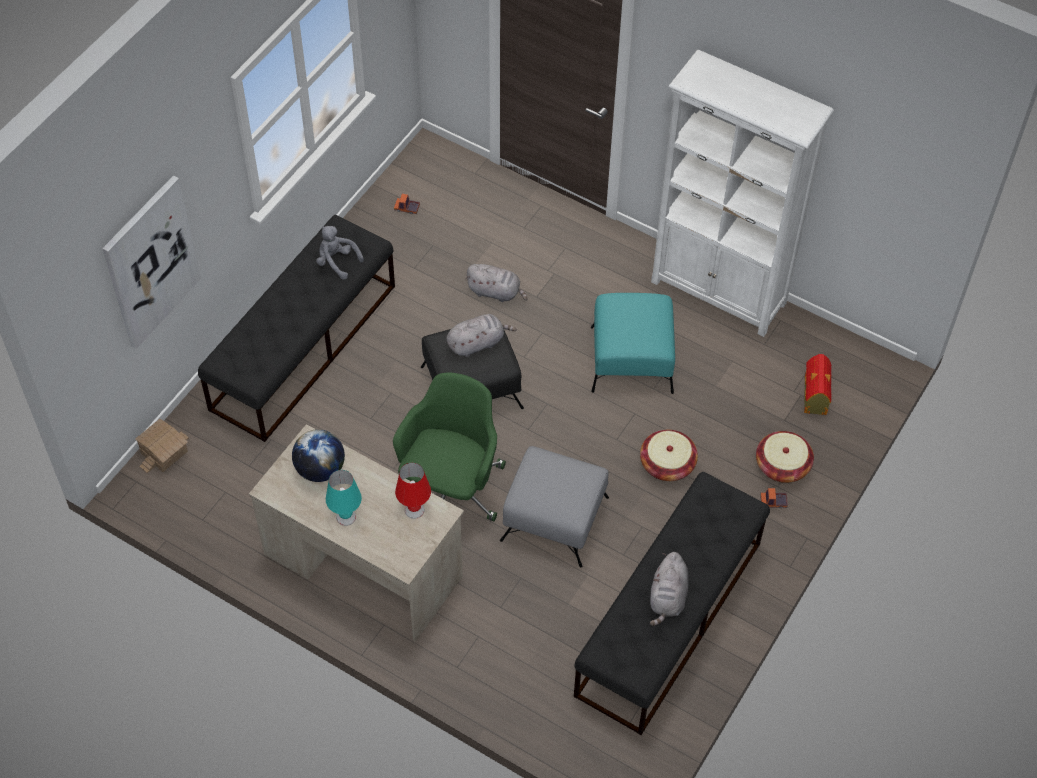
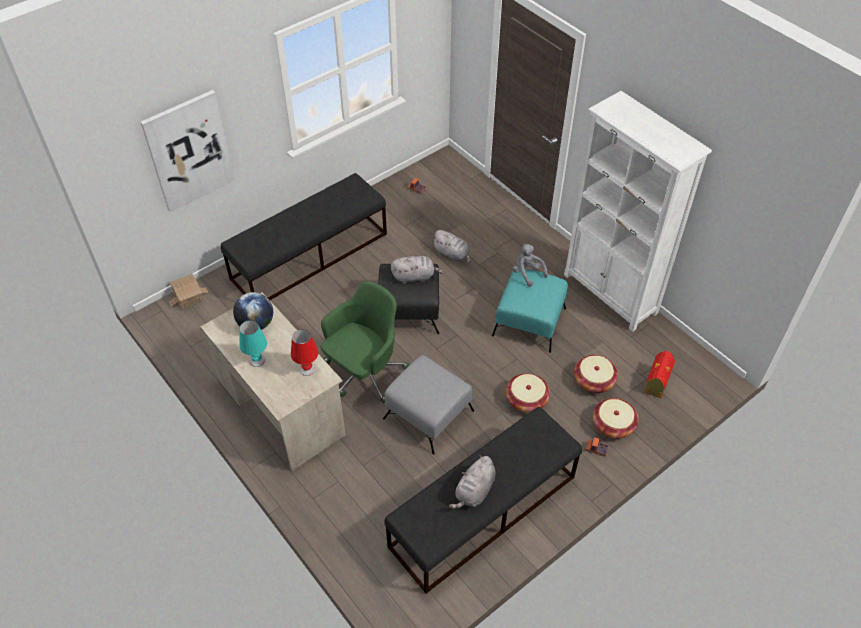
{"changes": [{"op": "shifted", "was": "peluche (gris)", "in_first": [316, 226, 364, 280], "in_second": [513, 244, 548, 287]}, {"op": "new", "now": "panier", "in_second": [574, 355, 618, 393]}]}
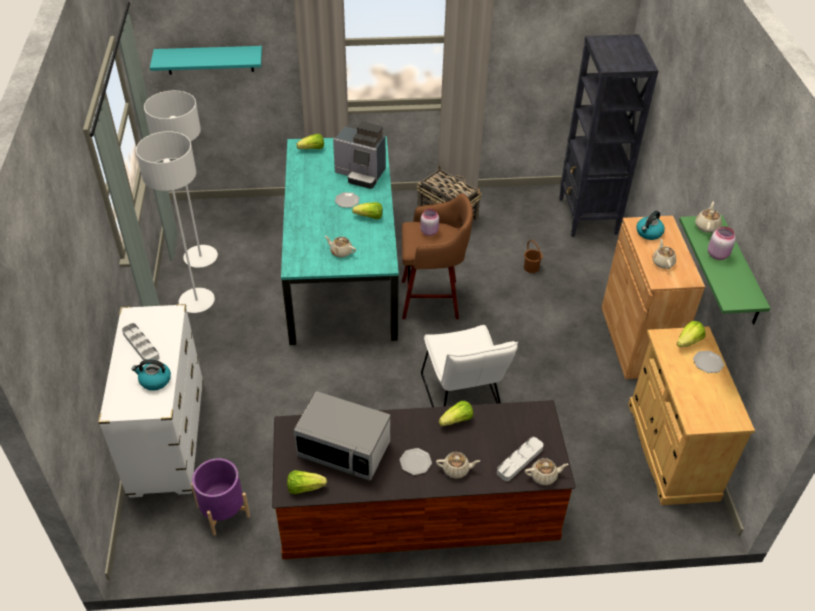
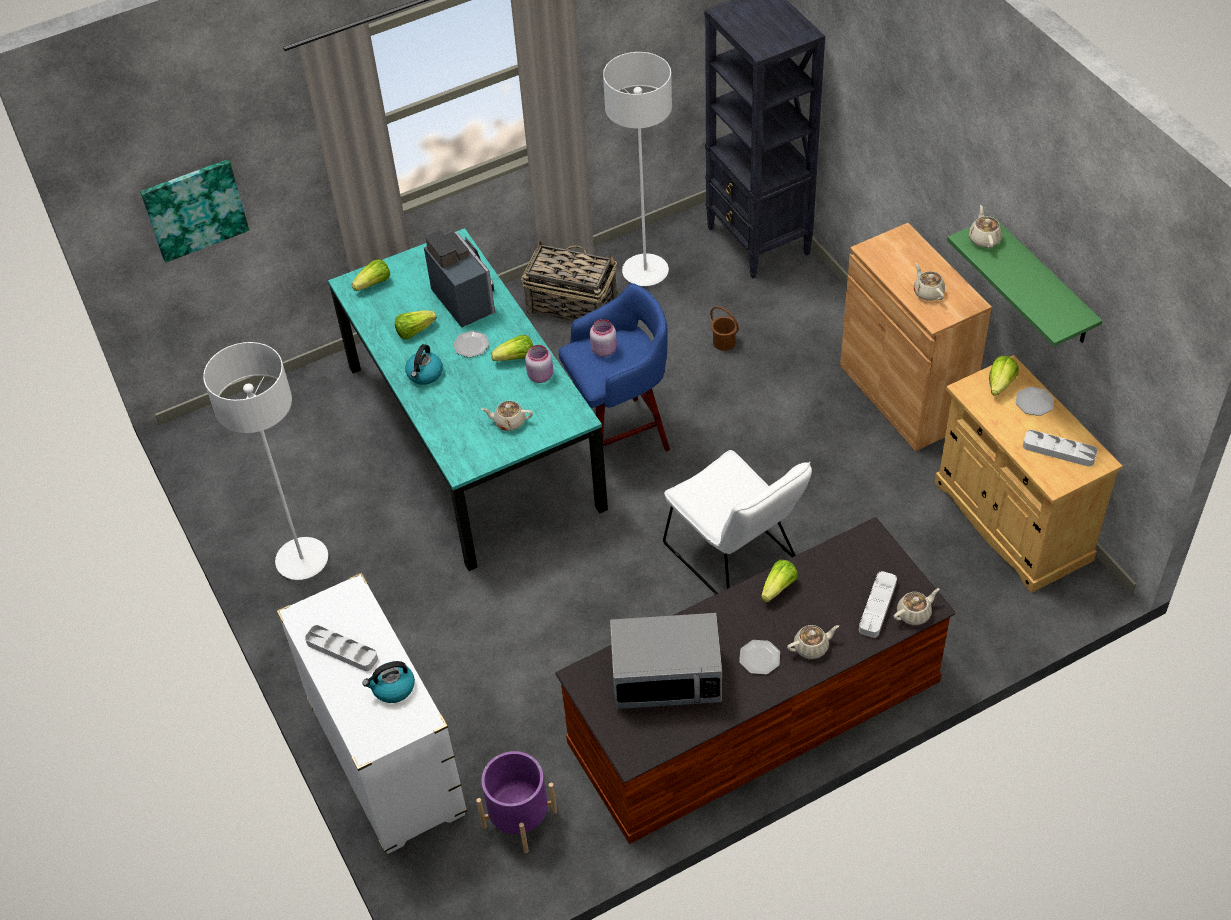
{"changes": [{"op": "swapped", "was": "étagère (turquoise)", "now": "tableau", "in_first": [150, 46, 262, 74], "in_second": [140, 159, 249, 263]}, {"op": "shifted", "was": "laitue", "in_first": [287, 470, 327, 494], "in_second": [395, 310, 437, 340]}, {"op": "shifted", "was": "bouilloire", "in_first": [636, 211, 665, 240], "in_second": [405, 344, 443, 385]}, {"op": "rotated", "was": "machine à café", "in_first": [333, 121, 386, 189], "in_second": [424, 230, 495, 327], "clockwise": -120}, {"op": "shifted", "was": "bocal (rose)", "in_first": [708, 226, 736, 260], "in_second": [525, 345, 553, 383]}, {"op": "repainted", "was": "tabouret (marron)", "now": "tabouret (bleu)", "in_first": [402, 193, 473, 319], "in_second": [558, 283, 670, 452]}, {"op": "shifted", "was": "lampadaire (blanc)", "in_first": [144, 91, 218, 268], "in_second": [603, 52, 672, 286]}, {"op": "new", "now": "plateau (gris)", "in_second": [1023, 430, 1098, 467]}]}
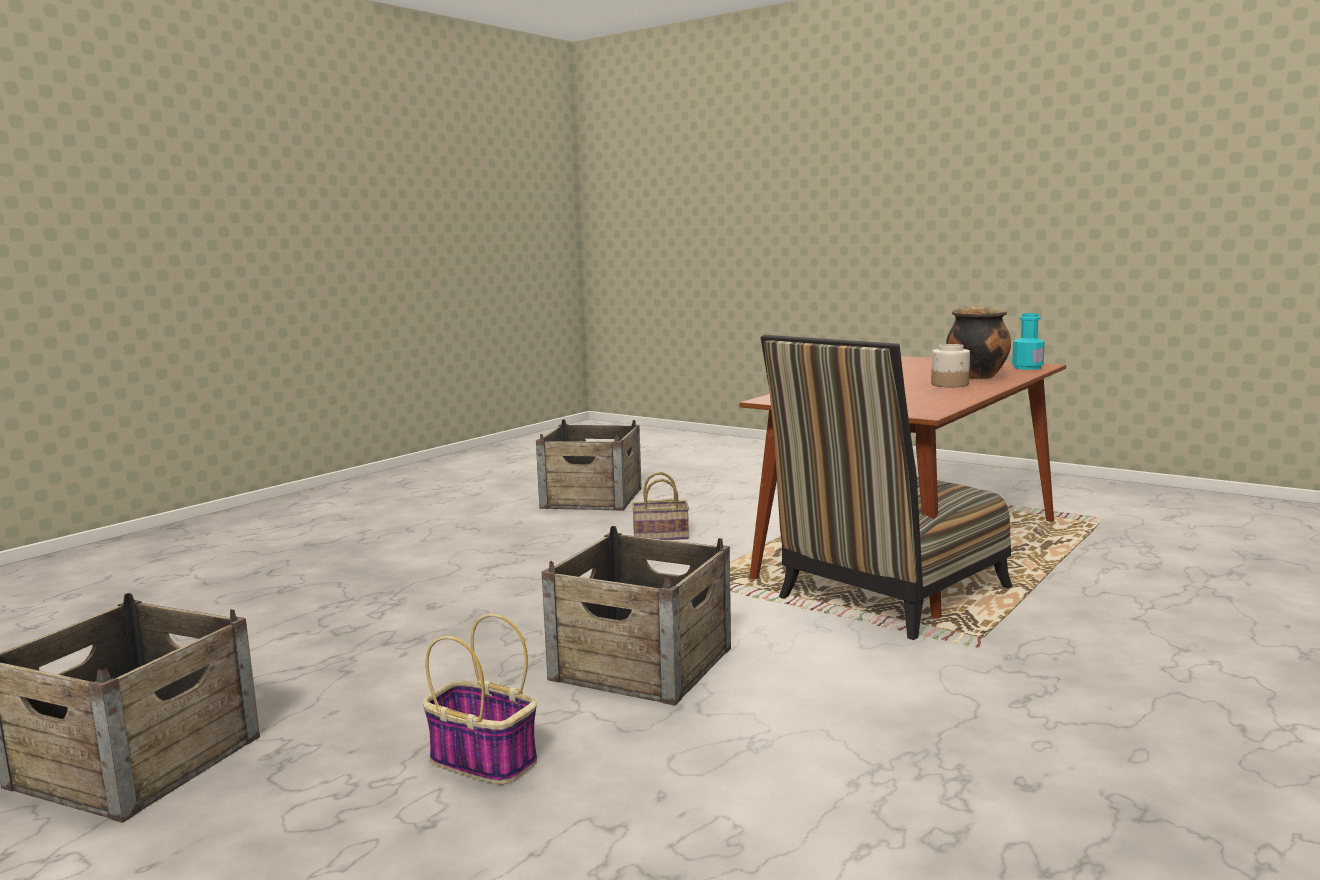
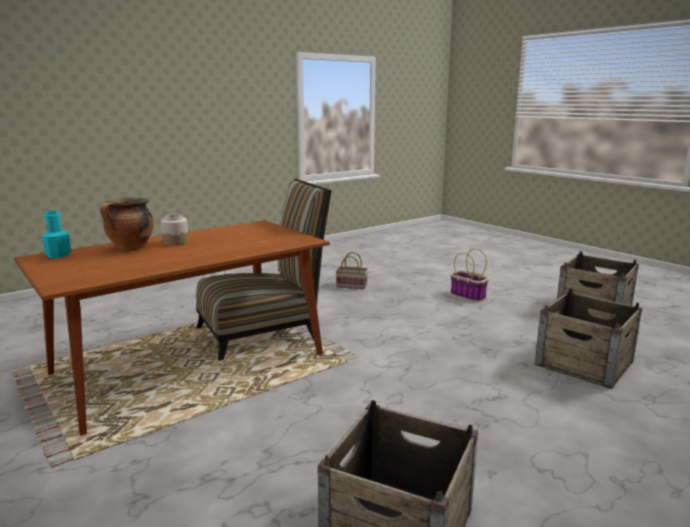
{"changes": [{"op": "shifted", "was": "panier", "in_first": [632, 472, 689, 540], "in_second": [336, 252, 368, 289]}, {"op": "shifted", "was": "caisse", "in_first": [542, 526, 731, 706], "in_second": [535, 288, 642, 389]}]}
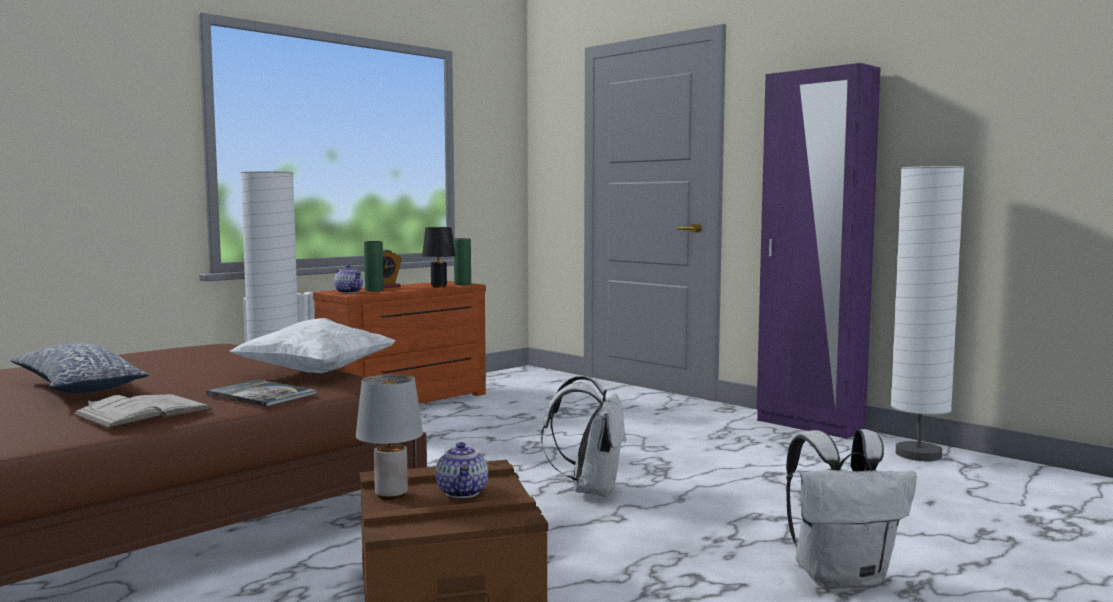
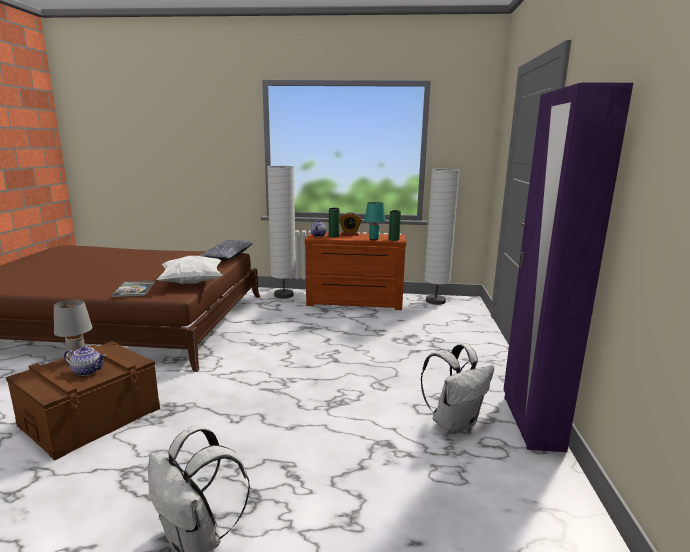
{"changes": [{"op": "rotated", "was": "théière", "in_first": [436, 442, 488, 498], "in_second": [64, 346, 106, 376], "clockwise": -120}, {"op": "shifted", "was": "coussin", "in_first": [11, 343, 149, 393], "in_second": [199, 240, 254, 260]}, {"op": "repainted", "was": "lampe de table (noir)", "now": "lampe de table (turquoise)", "in_first": [422, 227, 456, 288], "in_second": [365, 202, 385, 240]}, {"op": "shifted", "was": "sac à dos (blanc)", "in_first": [541, 375, 627, 497], "in_second": [420, 344, 494, 434]}, {"op": "shifted", "was": "lampadaire (blanc)", "in_first": [891, 166, 965, 461], "in_second": [424, 169, 460, 305]}, {"op": "gone", "was": "livre (blanc)", "in_first": [72, 394, 213, 428]}]}
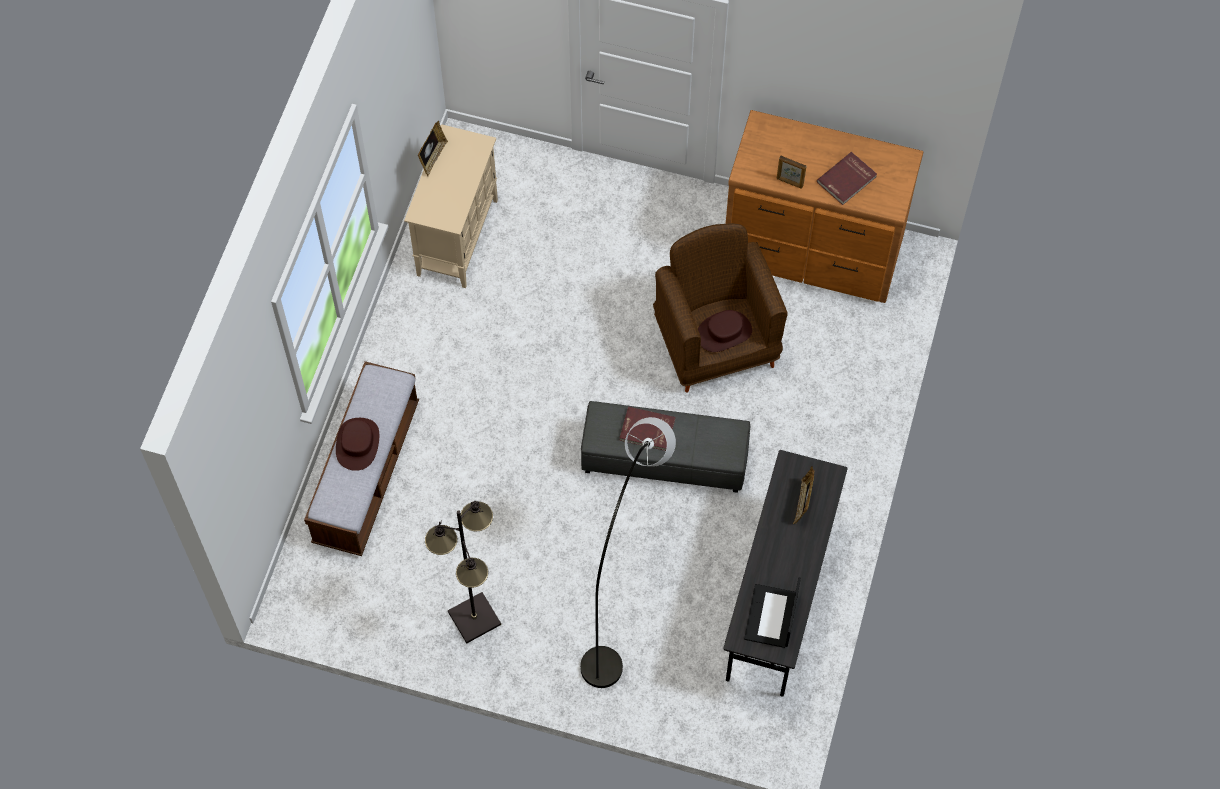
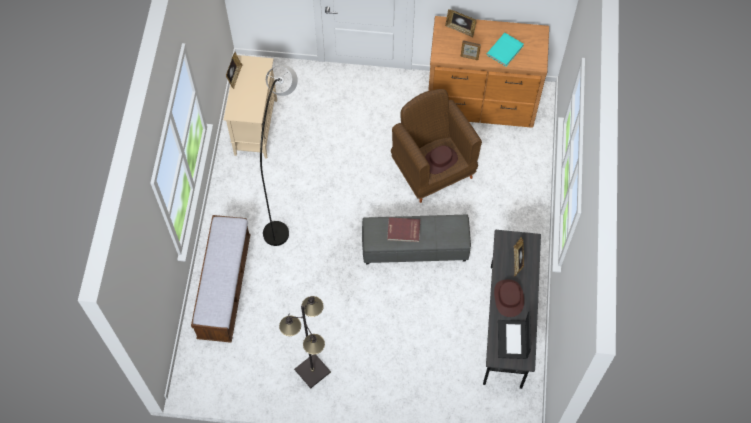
{"changes": [{"op": "shifted", "was": "lampadaire (gris)", "in_first": [580, 417, 676, 688], "in_second": [260, 65, 298, 246]}, {"op": "new", "now": "cadre photo", "in_second": [445, 9, 476, 38]}, {"op": "repainted", "was": "livre (rouge)", "now": "livre (turquoise)", "in_first": [817, 152, 877, 205], "in_second": [487, 33, 524, 67]}, {"op": "shifted", "was": "chapeau (marron)", "in_first": [336, 418, 379, 471], "in_second": [494, 280, 524, 317]}]}
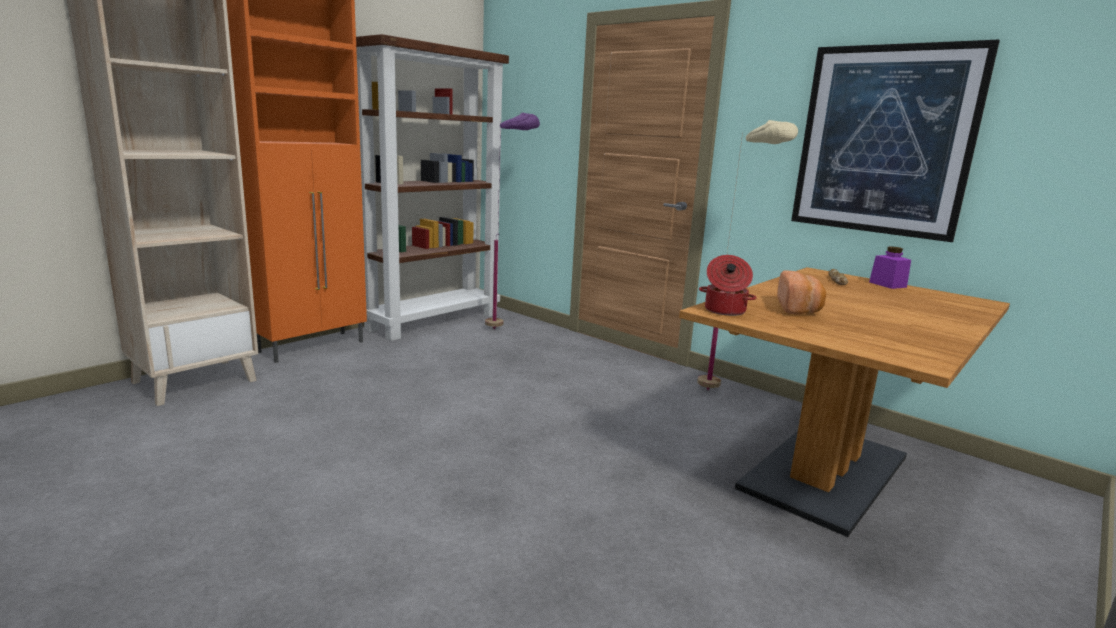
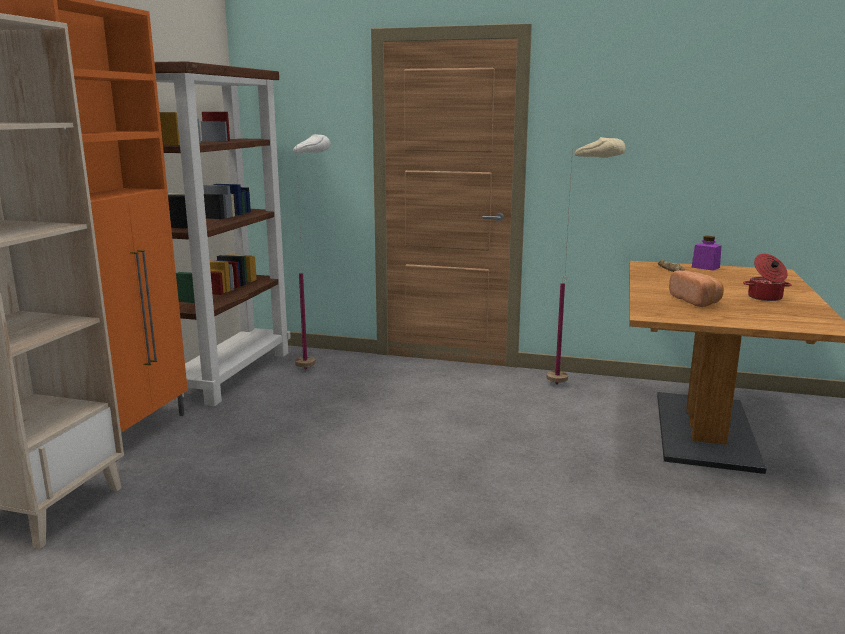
{"changes": [{"op": "repainted", "was": "lampadaire (violet)", "now": "lampadaire (blanc)", "in_first": [485, 113, 540, 329], "in_second": [293, 134, 331, 370]}, {"op": "shifted", "was": "marmite", "in_first": [699, 255, 757, 316], "in_second": [743, 254, 792, 301]}, {"op": "gone", "was": "tableau", "in_first": [791, 40, 1000, 242]}]}
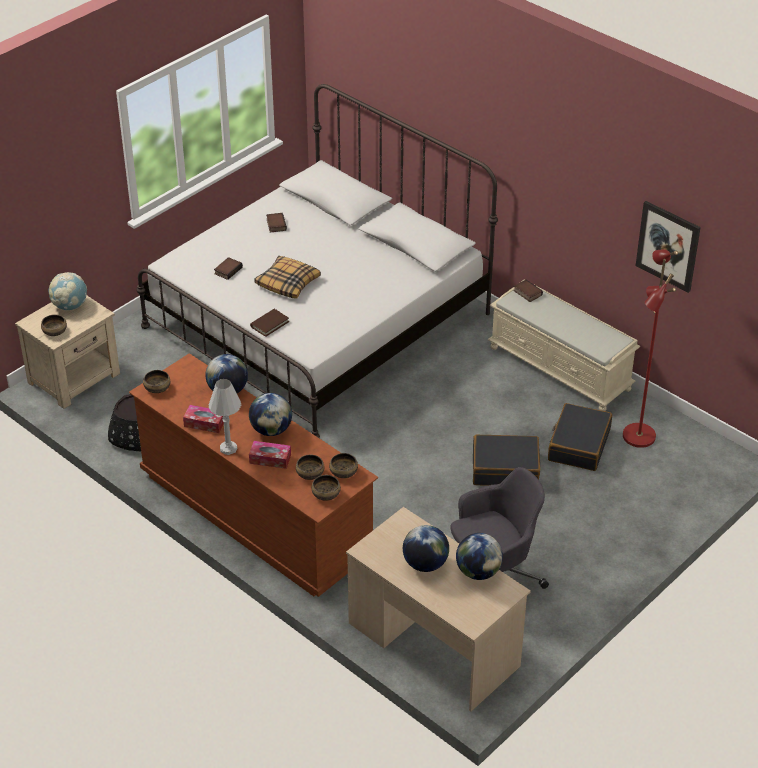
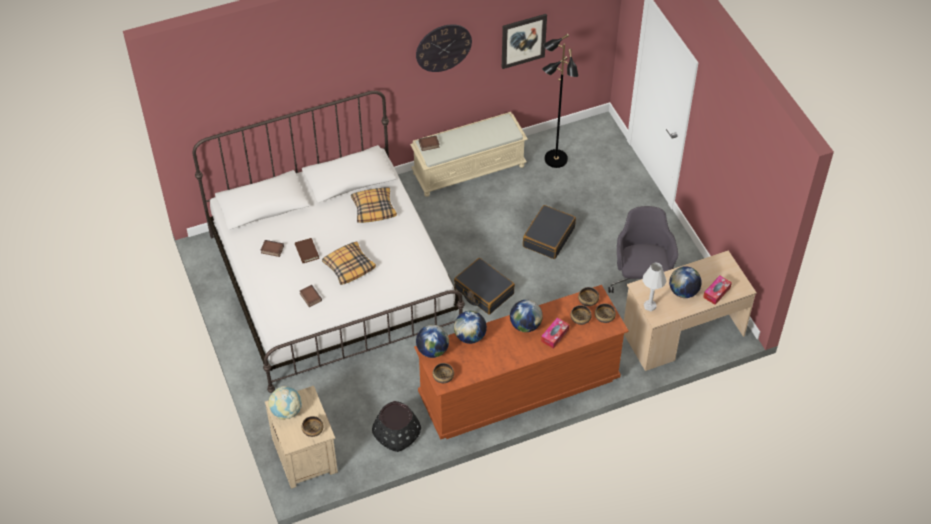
{"changes": [{"op": "shifted", "was": "livre (marron)", "in_first": [250, 309, 289, 337], "in_second": [295, 238, 319, 263]}, {"op": "new", "now": "coussin", "in_second": [351, 187, 397, 223]}, {"op": "new", "now": "horloge murale", "in_second": [416, 24, 472, 72]}, {"op": "shifted", "was": "globe", "in_first": [456, 533, 503, 580], "in_second": [416, 325, 449, 358]}, {"op": "shifted", "was": "valise (noir)", "in_first": [548, 403, 612, 471], "in_second": [454, 258, 515, 315]}, {"op": "repainted", "was": "lampadaire (rouge)", "now": "lampadaire (noir)", "in_first": [623, 249, 678, 448], "in_second": [542, 34, 578, 168]}, {"op": "shifted", "was": "lampe de table (blanc)", "in_first": [209, 379, 241, 455], "in_second": [642, 262, 666, 311]}, {"op": "shifted", "was": "boîte à mouchoirs", "in_first": [183, 405, 224, 433], "in_second": [703, 275, 732, 305]}]}
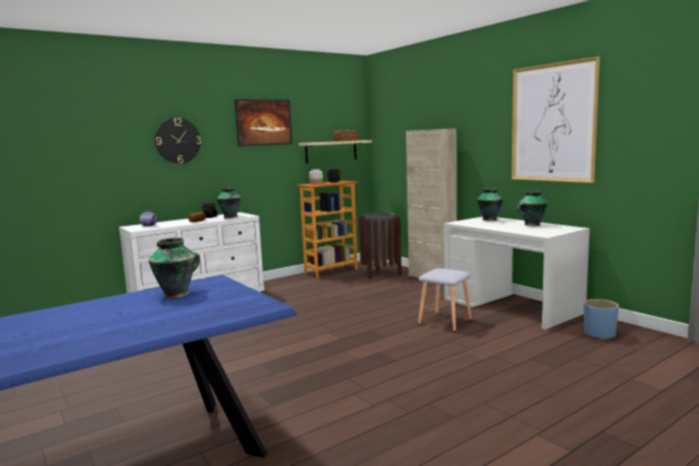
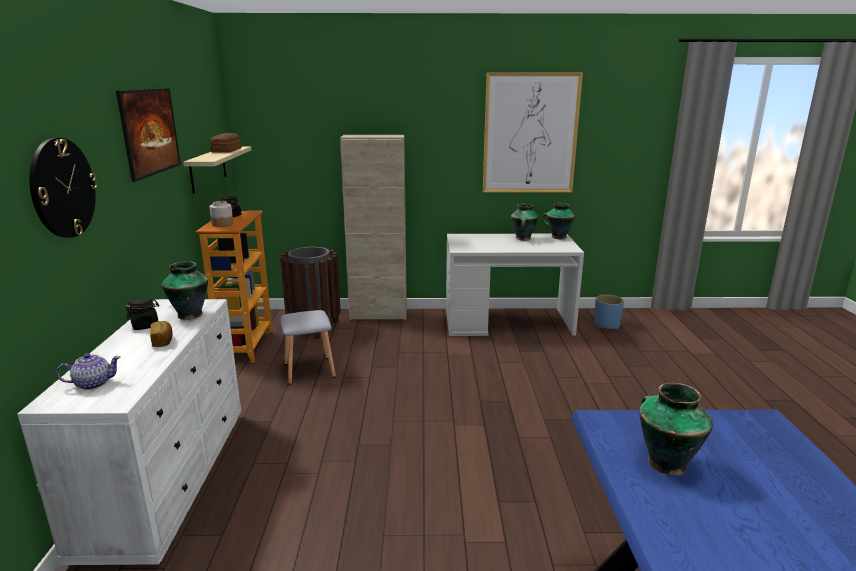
{"changes": [{"op": "shifted", "was": "tabouret (gris)", "in_first": [418, 268, 472, 332], "in_second": [280, 310, 336, 384]}, {"op": "shifted", "was": "vase", "in_first": [477, 188, 503, 221], "in_second": [542, 203, 575, 239]}]}
